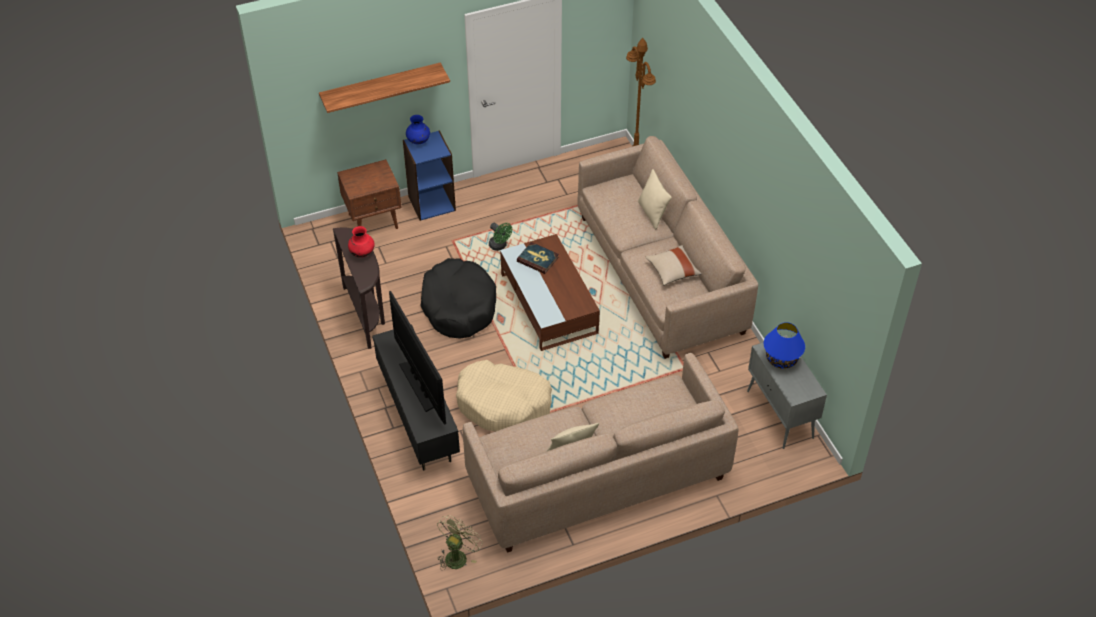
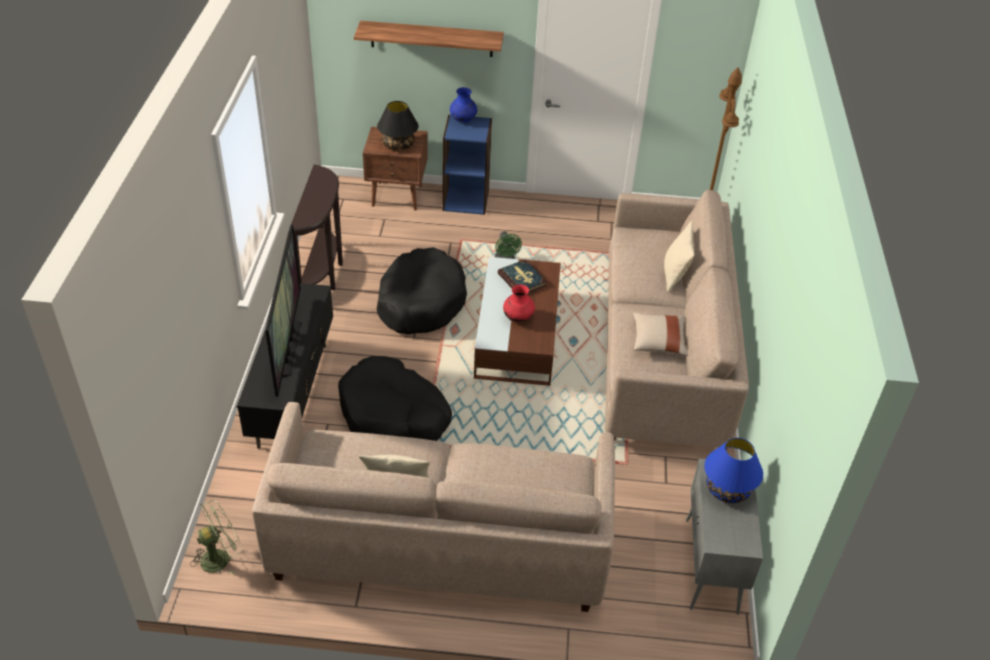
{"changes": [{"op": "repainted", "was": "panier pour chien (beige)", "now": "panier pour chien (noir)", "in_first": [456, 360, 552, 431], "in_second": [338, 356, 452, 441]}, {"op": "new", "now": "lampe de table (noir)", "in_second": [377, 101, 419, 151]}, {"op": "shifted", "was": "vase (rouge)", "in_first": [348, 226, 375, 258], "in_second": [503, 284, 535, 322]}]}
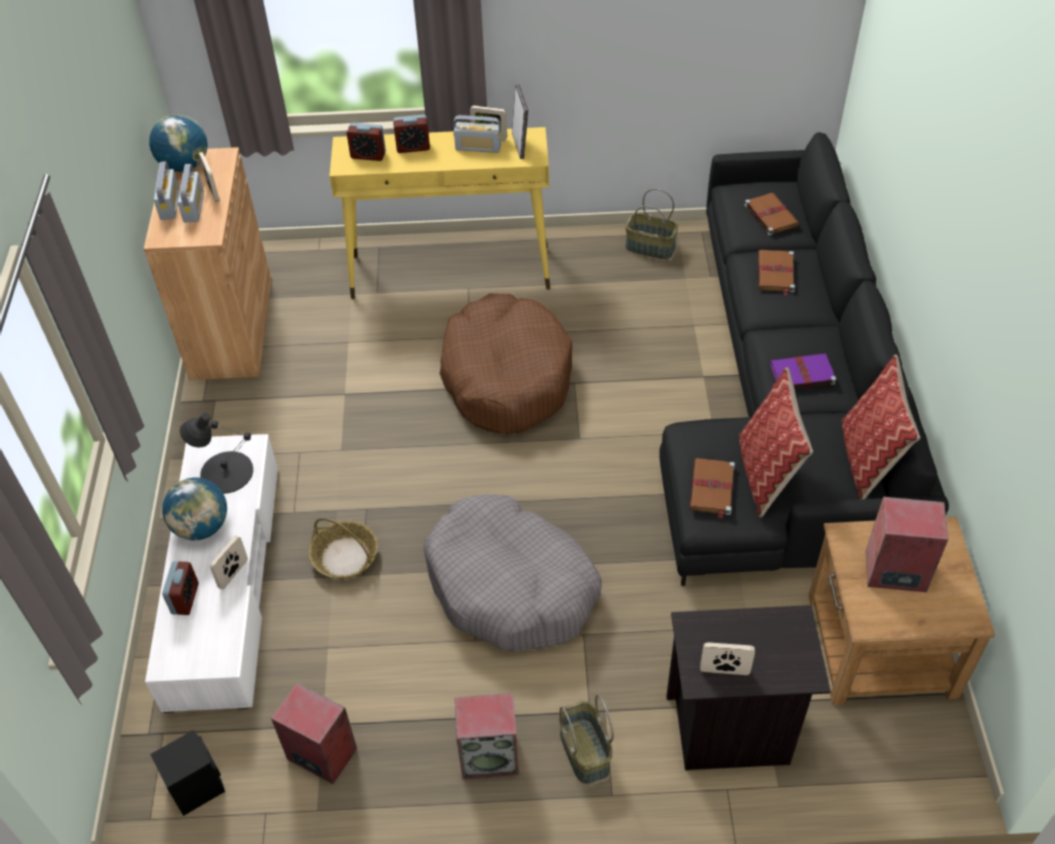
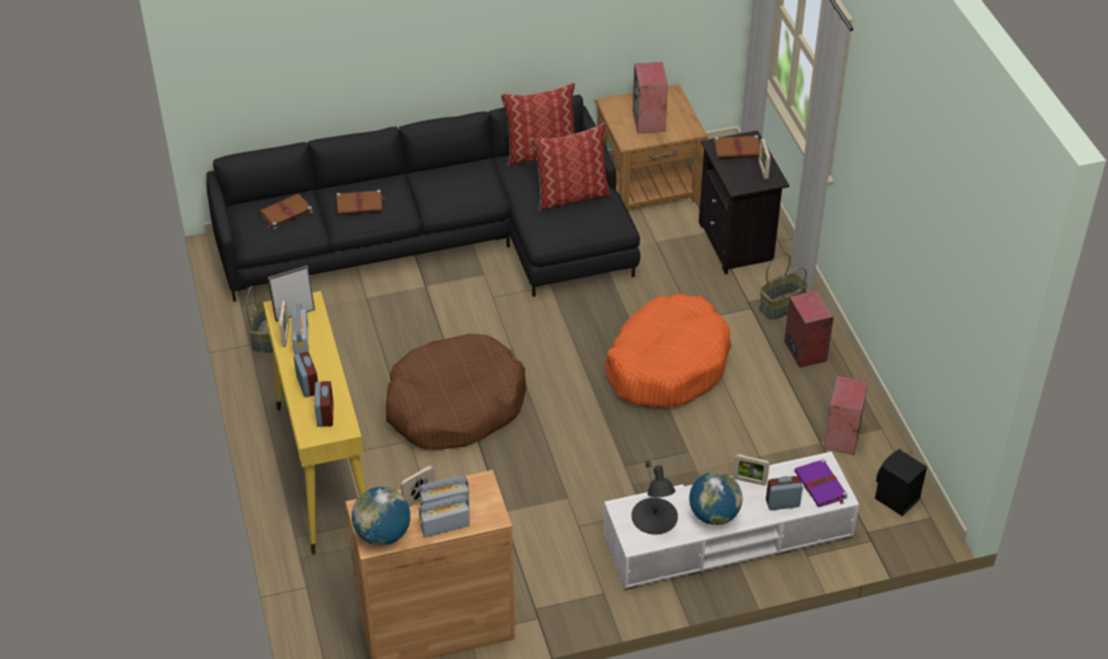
{"changes": [{"op": "repainted", "was": "panier pour chien (gris)", "now": "panier pour chien (orange)", "in_first": [424, 494, 602, 652], "in_second": [605, 294, 731, 408]}, {"op": "shifted", "was": "livre (marron)", "in_first": [689, 458, 735, 519], "in_second": [714, 135, 760, 159]}, {"op": "shifted", "was": "livre (violet)", "in_first": [770, 353, 836, 389], "in_second": [794, 459, 848, 507]}, {"op": "gone", "was": "panier", "in_first": [309, 518, 378, 579]}]}
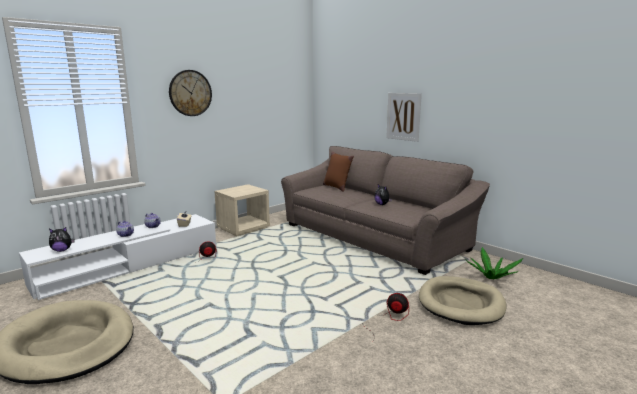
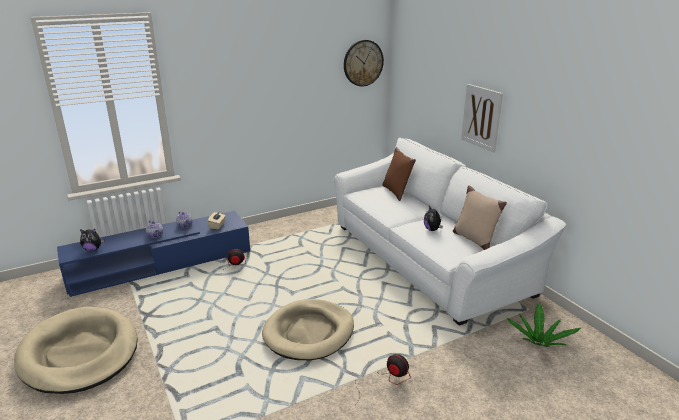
{"changes": [{"op": "repainted", "was": "meuble télé (blanc)", "now": "meuble télé (bleu)", "in_first": [19, 214, 216, 300], "in_second": [57, 211, 250, 297]}, {"op": "shifted", "was": "panier pour chien (beige)", "in_first": [419, 276, 506, 325], "in_second": [262, 299, 354, 360]}, {"op": "repainted", "was": "canapé (marron)", "now": "canapé (blanc)", "in_first": [281, 146, 490, 275], "in_second": [334, 138, 566, 326]}, {"op": "shifted", "was": "horloge murale", "in_first": [169, 70, 212, 116], "in_second": [344, 40, 384, 86]}, {"op": "new", "now": "coussin (beige)", "in_second": [453, 185, 507, 250]}, {"op": "gone", "was": "table de chevet (beige)", "in_first": [215, 184, 270, 236]}]}
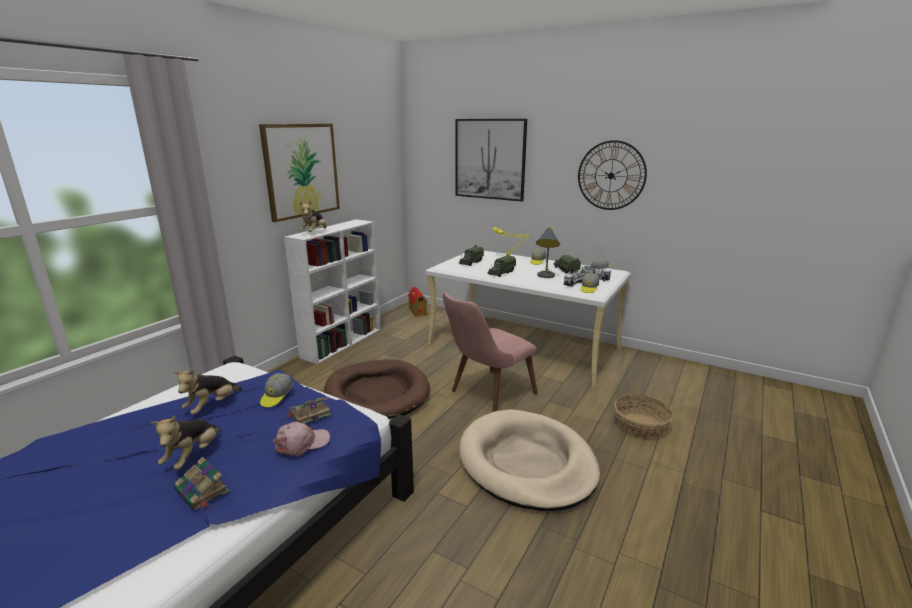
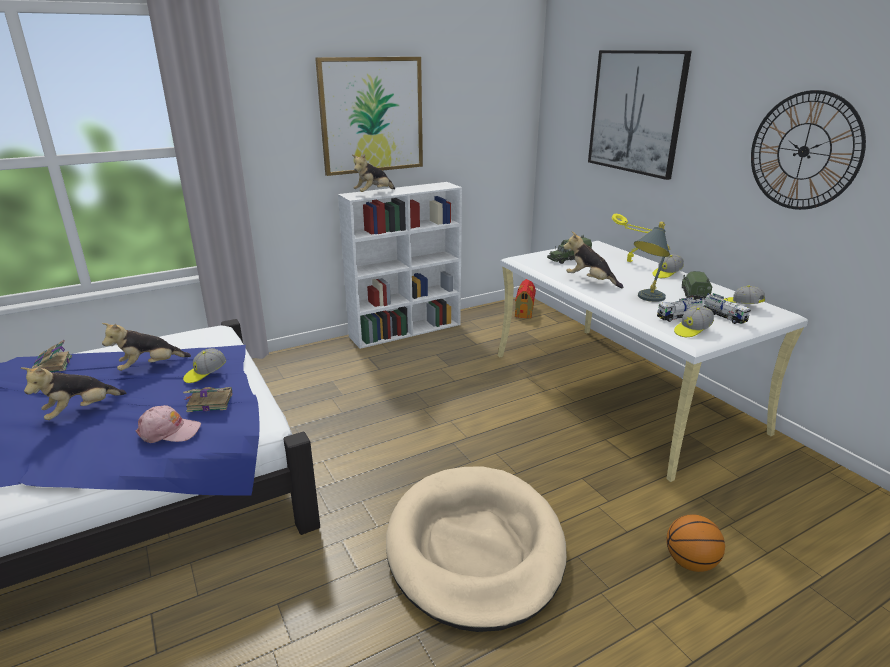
{"changes": [{"op": "shifted", "was": "livre", "in_first": [174, 457, 229, 510], "in_second": [32, 340, 72, 372]}, {"op": "swapped", "was": "camion jouet", "now": "peluche", "in_first": [487, 254, 516, 277], "in_second": [563, 231, 623, 288]}, {"op": "swapped", "was": "panier", "now": "ballon de basket", "in_first": [614, 394, 674, 438], "in_second": [666, 514, 725, 572]}, {"op": "gone", "was": "panier pour chien (marron)", "in_first": [324, 359, 430, 419]}, {"op": "gone", "was": "chaise (rose)", "in_first": [443, 292, 538, 412]}]}
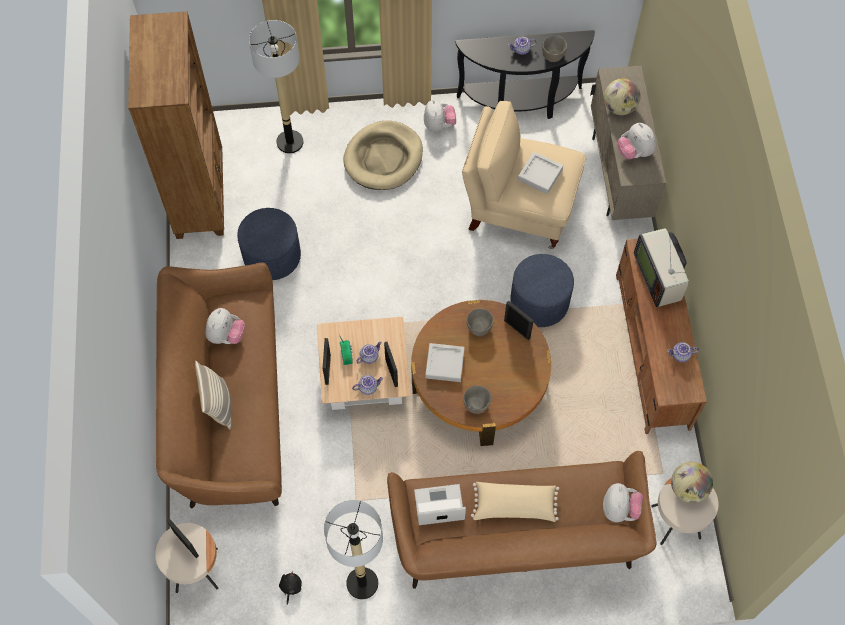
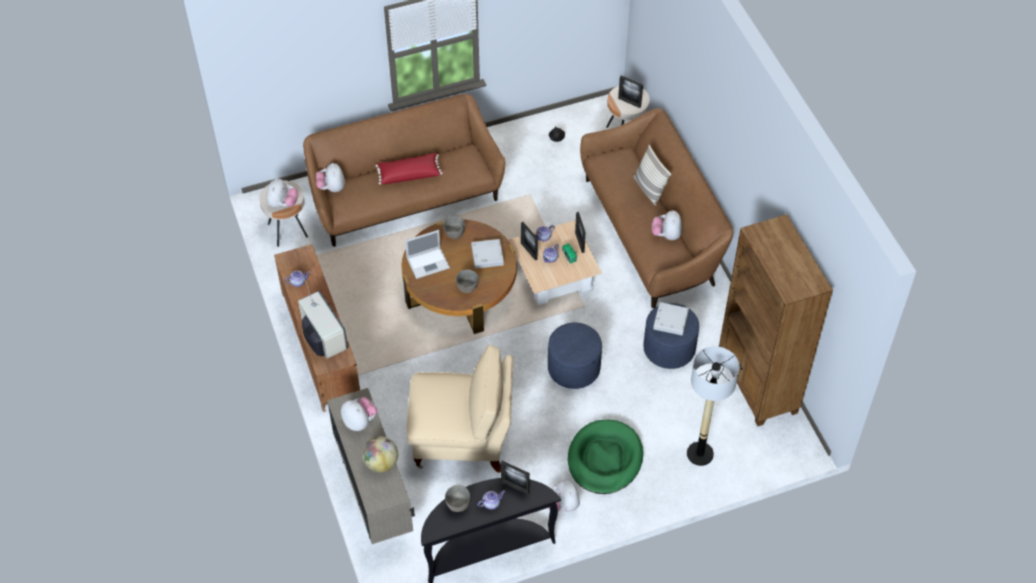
{"changes": [{"op": "swapped", "was": "globe", "now": "peluche", "in_first": [671, 462, 713, 503], "in_second": [267, 178, 298, 208]}, {"op": "repainted", "was": "coussin (beige)", "now": "coussin (rouge)", "in_first": [471, 482, 559, 522], "in_second": [376, 153, 443, 185]}, {"op": "shifted", "was": "ordinateur portable", "in_first": [414, 484, 466, 525], "in_second": [405, 230, 450, 279]}, {"op": "shifted", "was": "cadre photo", "in_first": [504, 301, 534, 340], "in_second": [501, 461, 530, 495]}, {"op": "shifted", "was": "pouf (bleu)", "in_first": [510, 254, 574, 327], "in_second": [548, 323, 602, 389]}, {"op": "repainted", "was": "panier pour chien (beige)", "now": "panier pour chien (vert)", "in_first": [343, 121, 423, 190], "in_second": [568, 420, 643, 494]}, {"op": "shifted", "was": "plateau (gris)", "in_first": [518, 152, 563, 194], "in_second": [653, 302, 689, 335]}, {"op": "gone", "was": "lampadaire", "in_first": [324, 500, 383, 599]}]}
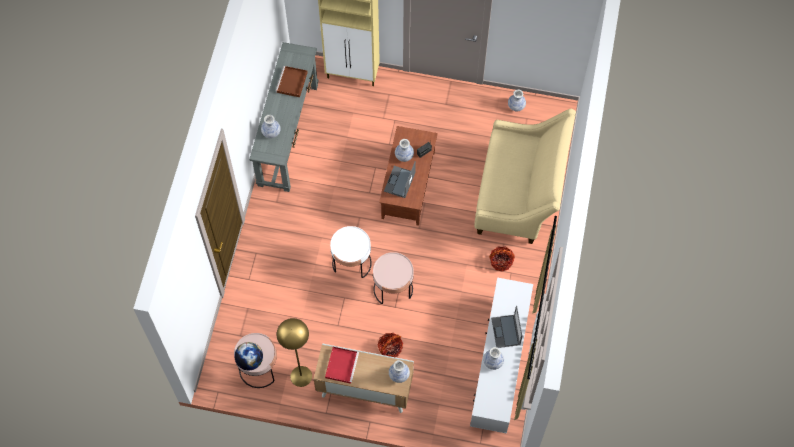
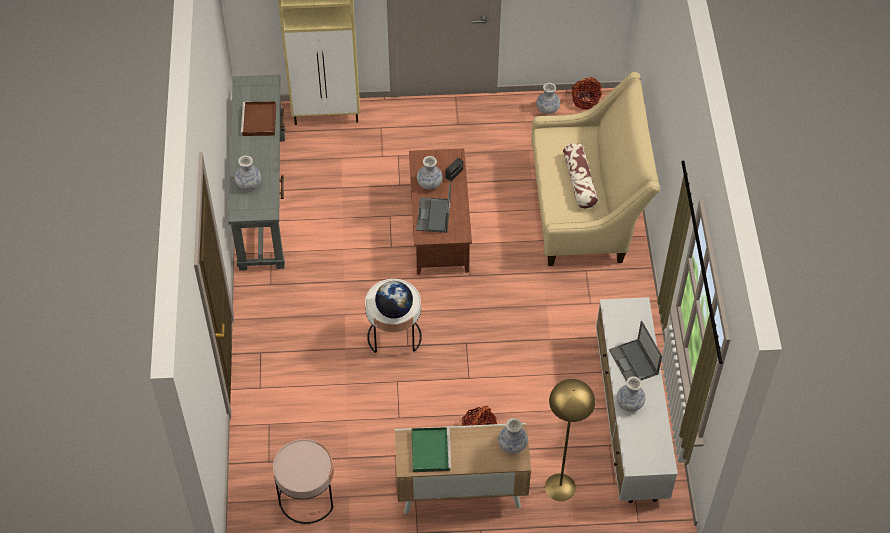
{"changes": [{"op": "shifted", "was": "globe", "in_first": [234, 342, 263, 371], "in_second": [375, 281, 413, 319]}, {"op": "repainted", "was": "plateau (rouge)", "now": "plateau (vert)", "in_first": [325, 347, 359, 384], "in_second": [411, 427, 452, 472]}, {"op": "shifted", "was": "lampadaire (jaune)", "in_first": [277, 318, 312, 387], "in_second": [545, 379, 595, 501]}, {"op": "new", "now": "coussin", "in_second": [563, 143, 598, 208]}, {"op": "shifted", "was": "panier", "in_first": [489, 246, 515, 272], "in_second": [571, 77, 602, 110]}, {"op": "gone", "was": "table d'appoint (rose)", "in_first": [373, 252, 414, 304]}]}
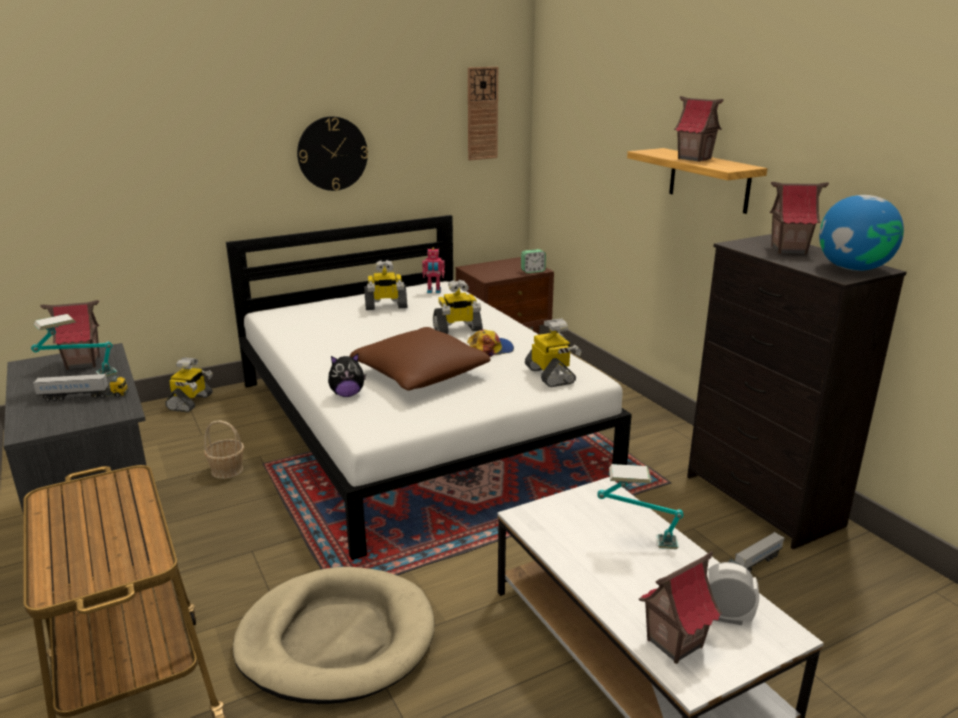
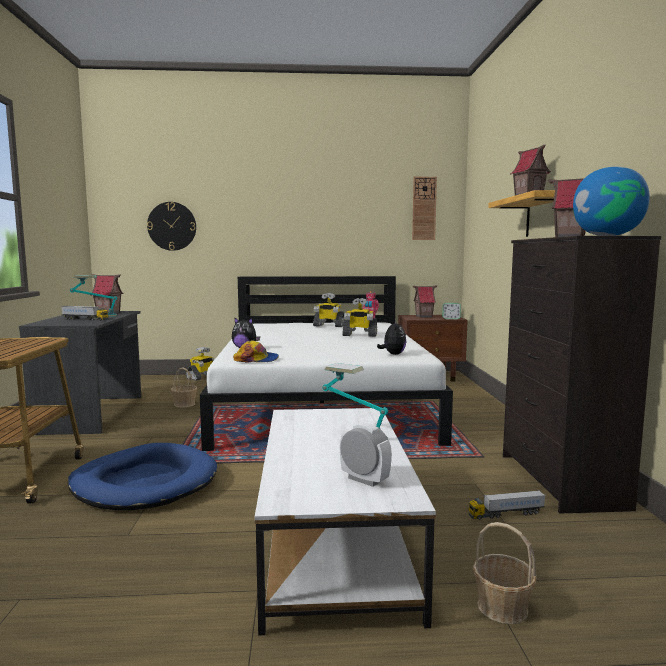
{"changes": [{"op": "repainted", "was": "panier pour chien (beige)", "now": "panier pour chien (bleu)", "in_first": [233, 567, 435, 704], "in_second": [68, 443, 217, 510]}, {"op": "shifted", "was": "horloge murale", "in_first": [297, 116, 368, 191], "in_second": [147, 202, 196, 251]}, {"op": "shifted", "was": "casquette", "in_first": [467, 329, 514, 357], "in_second": [233, 340, 279, 363]}, {"op": "swapped", "was": "robot jouet", "now": "peluche", "in_first": [525, 318, 582, 387], "in_second": [377, 321, 406, 355]}, {"op": "shifted", "was": "maison miniature", "in_first": [639, 551, 722, 664], "in_second": [413, 285, 437, 318]}, {"op": "new", "now": "panier", "in_second": [473, 522, 537, 624]}, {"op": "gone", "was": "coussin (marron)", "in_first": [350, 327, 491, 391]}]}
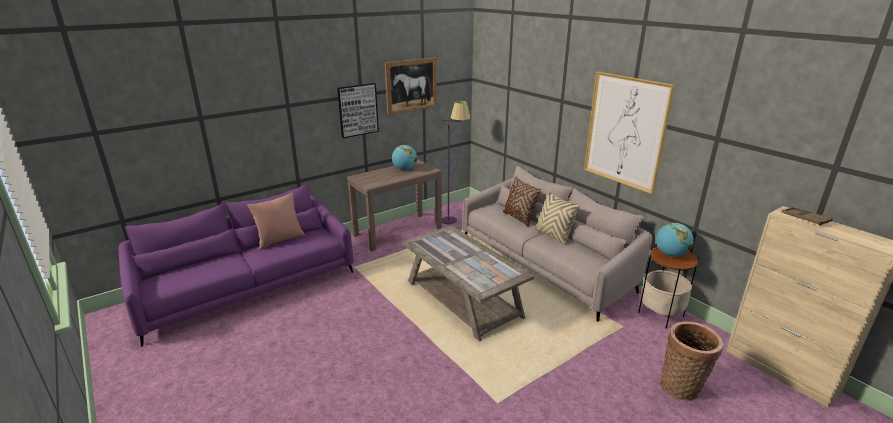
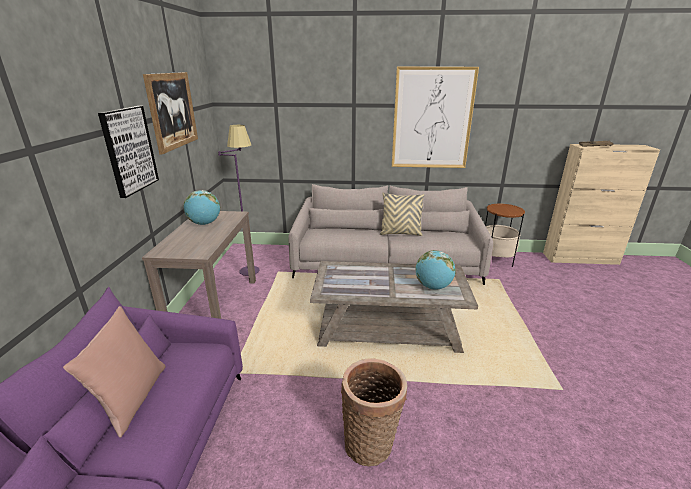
{"changes": [{"op": "shifted", "was": "panier", "in_first": [660, 321, 724, 401], "in_second": [341, 358, 407, 466]}, {"op": "shifted", "was": "globe", "in_first": [656, 223, 694, 257], "in_second": [415, 250, 456, 290]}, {"op": "gone", "was": "coussin (marron)", "in_first": [503, 176, 542, 226]}]}
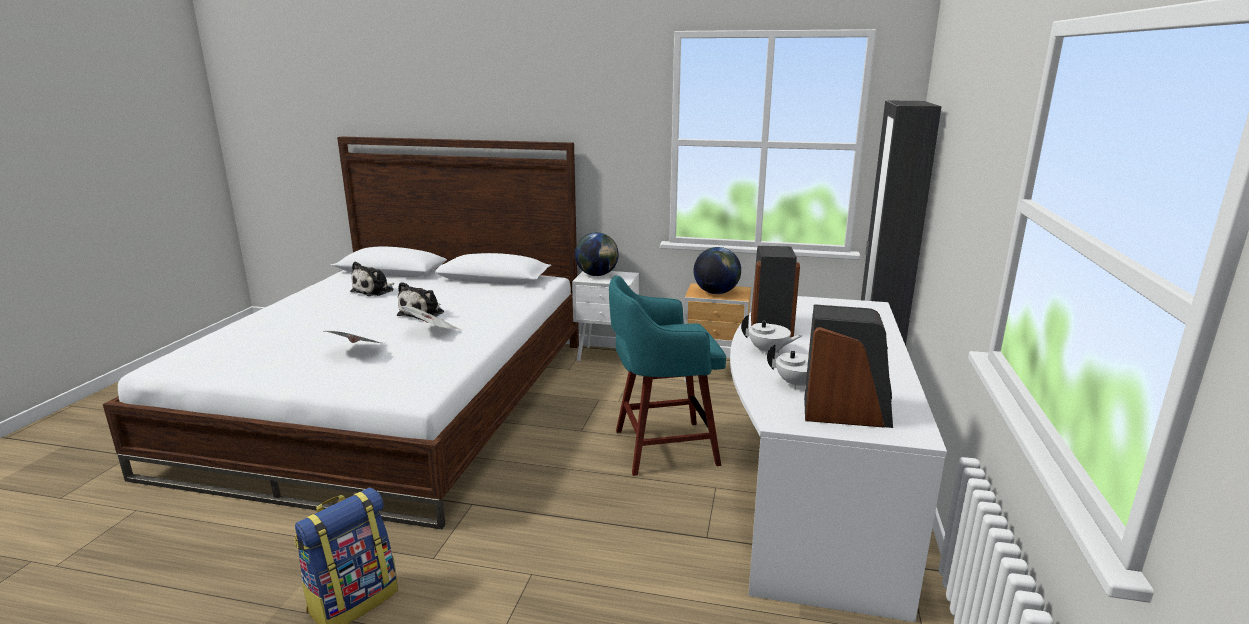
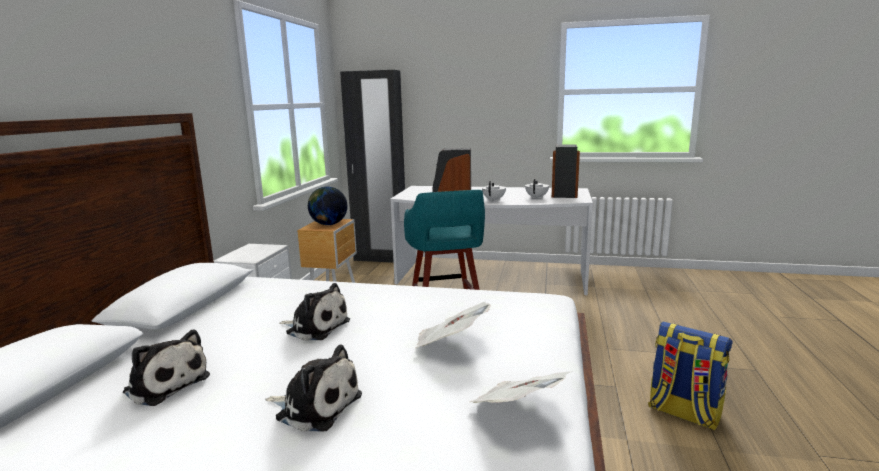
{"changes": [{"op": "new", "now": "peluche", "in_second": [265, 345, 362, 432]}, {"op": "shifted", "was": "journal", "in_first": [399, 306, 460, 329], "in_second": [470, 371, 573, 403]}, {"op": "gone", "was": "globe", "in_first": [575, 232, 619, 276]}]}
